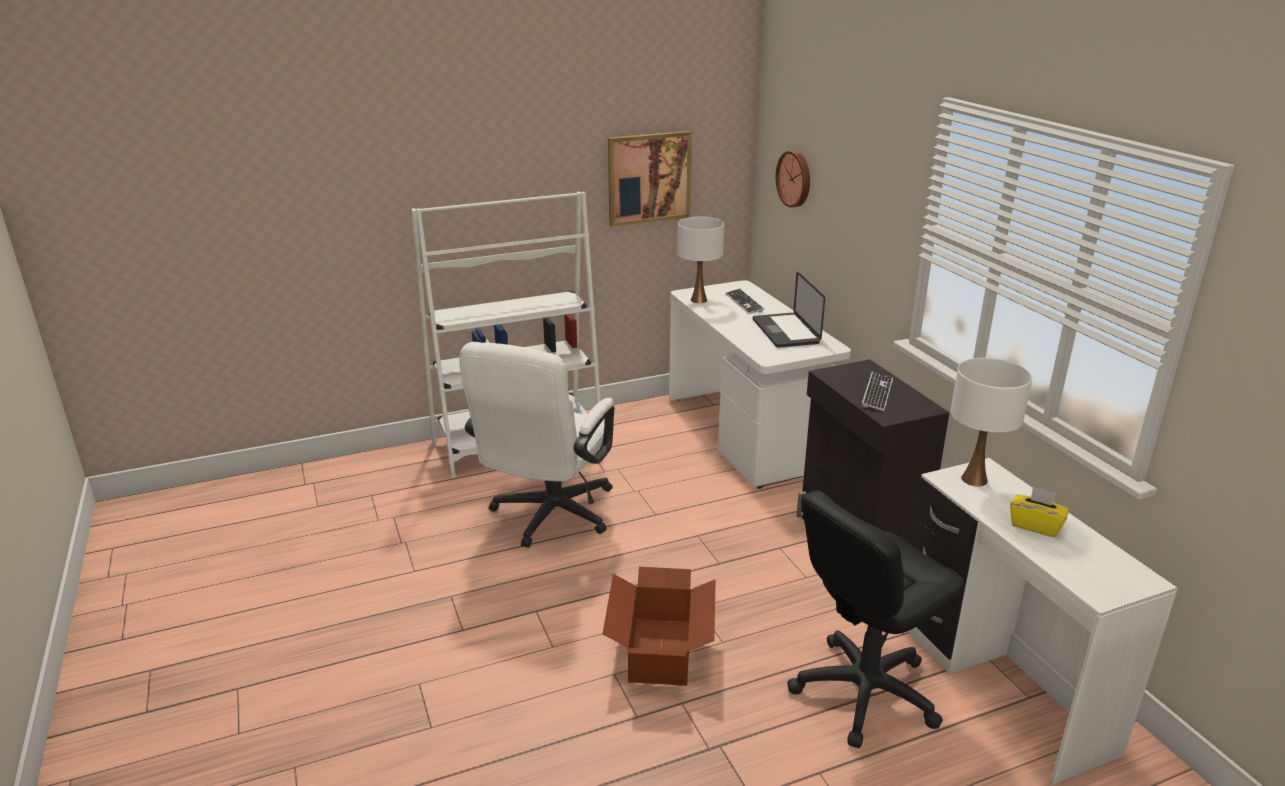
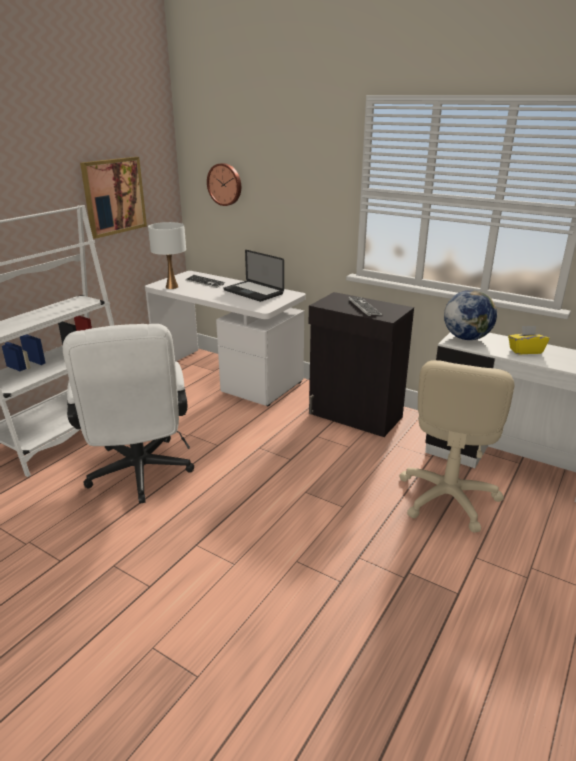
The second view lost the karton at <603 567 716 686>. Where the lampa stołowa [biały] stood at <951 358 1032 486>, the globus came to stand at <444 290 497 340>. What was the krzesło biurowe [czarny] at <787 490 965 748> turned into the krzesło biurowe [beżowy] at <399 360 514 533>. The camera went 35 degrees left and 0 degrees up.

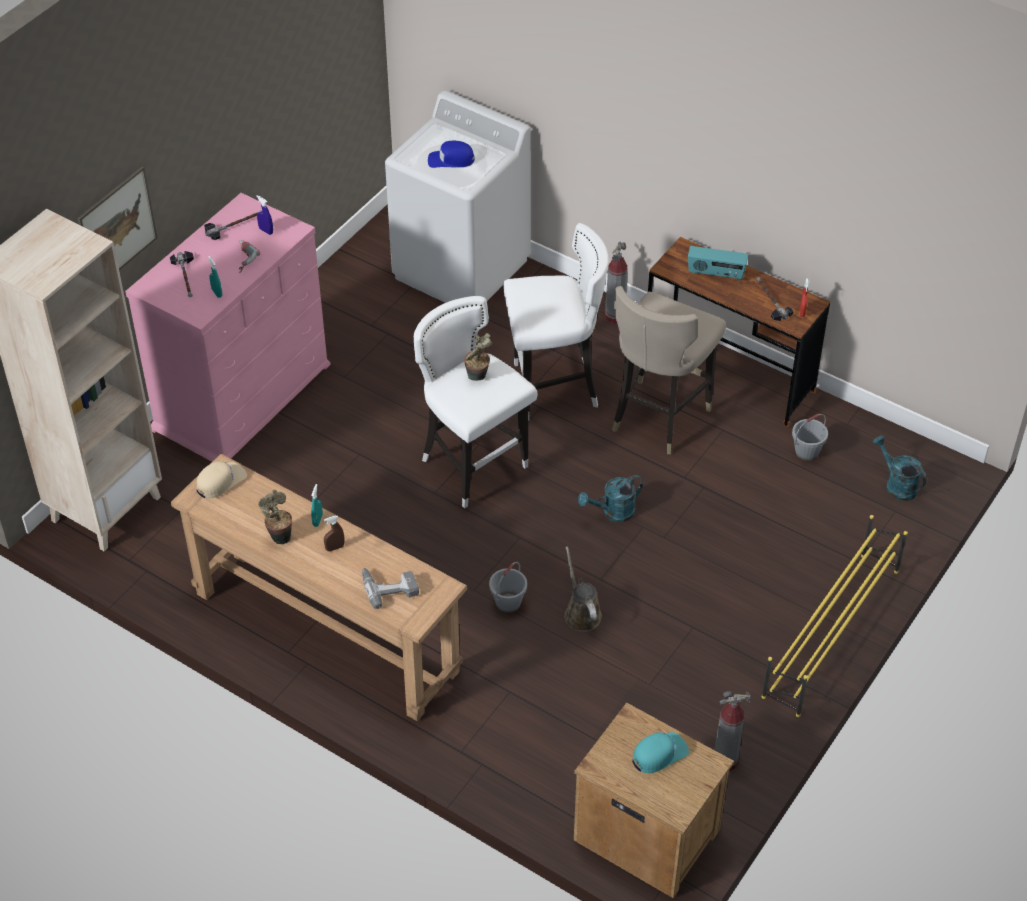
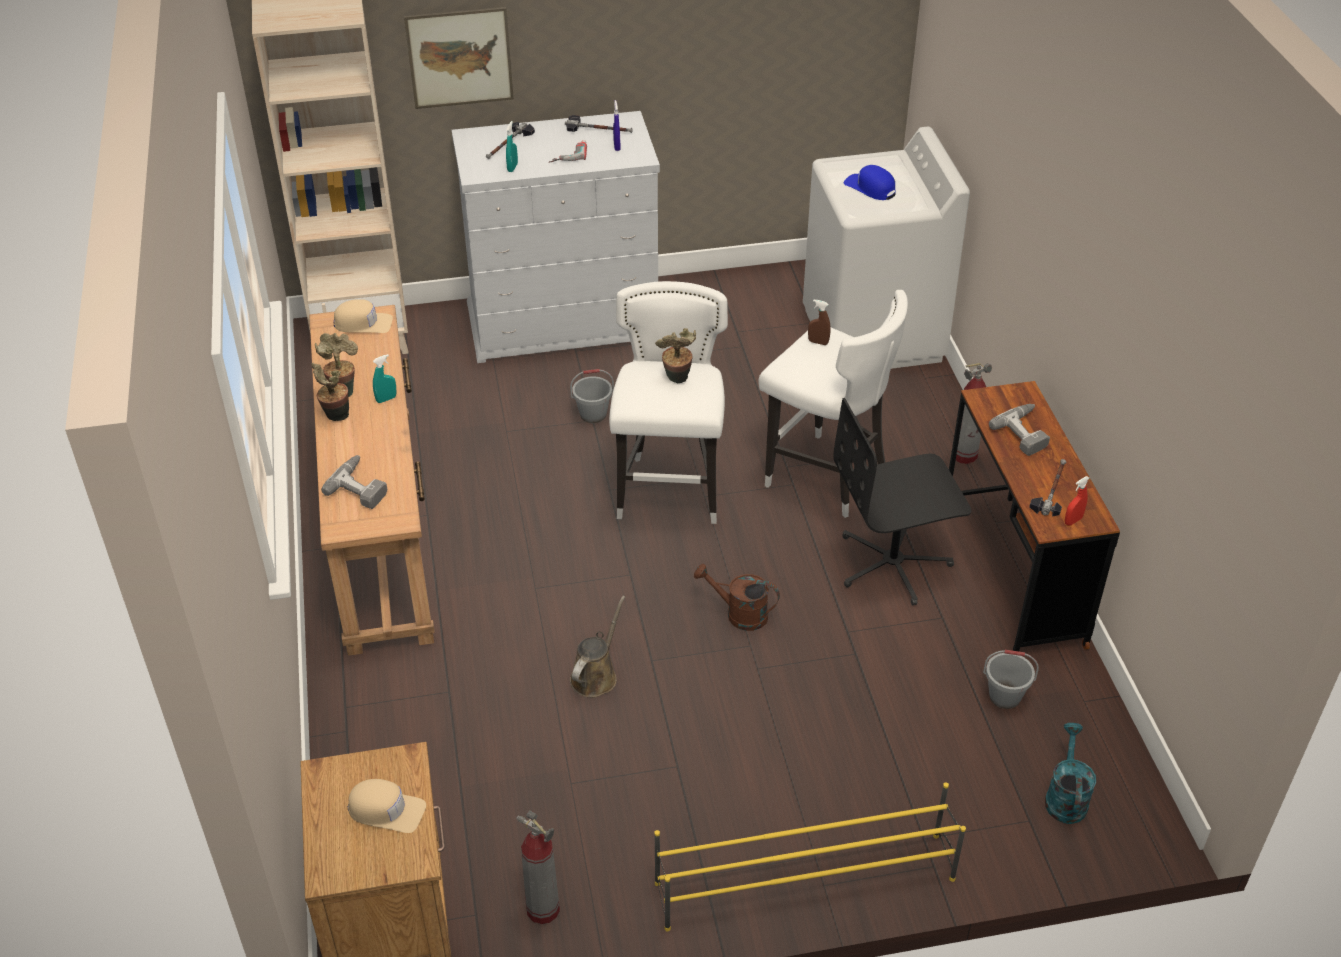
The second view gained the roślina doniczkowa at <312 363 349 421>. The spryskiwacz [brązowy] ended up elsewhere, having gone from <324 516 344 551> to <808 299 831 345>. The wiadro [szary] ended up elsewhere, having gone from <489 562 527 613> to <570 369 614 423>. Where the stołek [beżowy] stood at <612 286 726 454>, the krzesło biurowe [czarny] came to stand at <833 398 971 606>. Where the radio stood at <688 246 748 280>, the wiertarka came to stand at <989 404 1050 456>. What was the komoda [różowy] at <125 193 331 462> turned into the komoda [biały] at <452 111 660 363>. What was the konewka [turkusowy] at <578 475 643 522> turned into the konewka [brązowy] at <694 564 780 631>. What was the czapka z daszkiem [turkusowy] at <632 732 689 773> turned into the czapka z daszkiem [beżowy] at <348 779 426 833>. The camera went 45 degrees right and 5 degrees down.

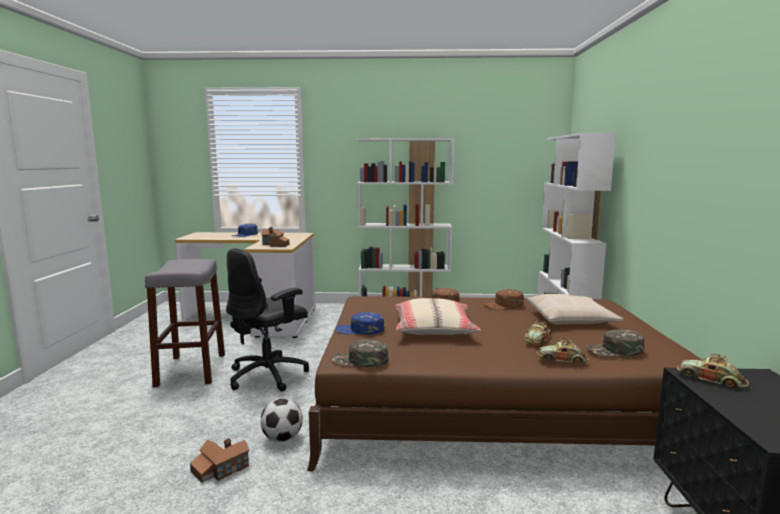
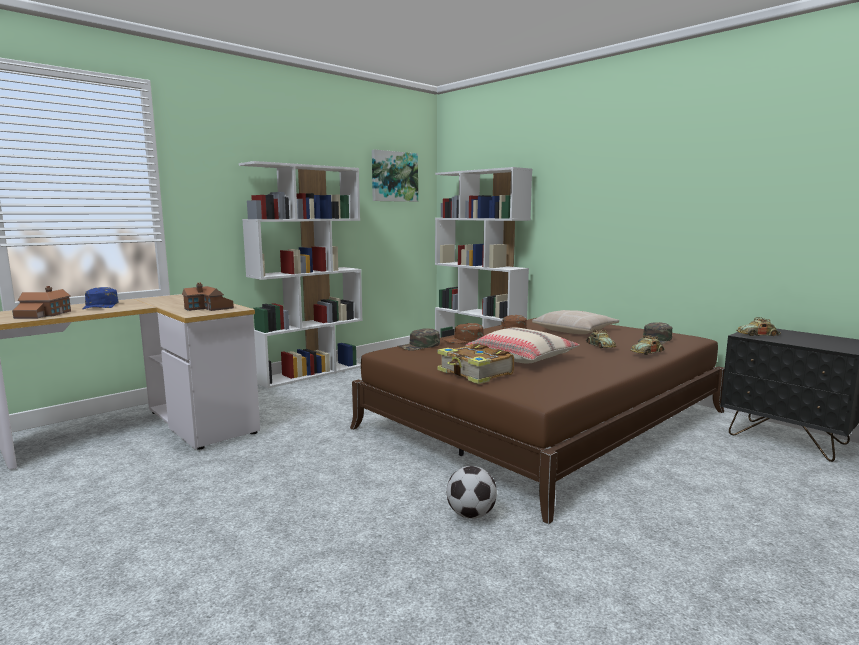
The second view lost the stołek [szary] at <145 259 225 387>. The second view lost the krzesło biurowe [czarny] at <226 248 309 391>. The second view gained the obraz at <372 149 418 202>. The domek ended up elsewhere, having gone from <190 438 250 483> to <12 286 71 319>. The czapka z daszkiem [zielony] ended up elsewhere, having gone from <332 339 389 367> to <398 328 440 351>. Where the czapka z daszkiem [niebieski] stood at <336 312 384 335>, the książka came to stand at <438 343 514 384>. The camera went 45 degrees left and 0 degrees up.

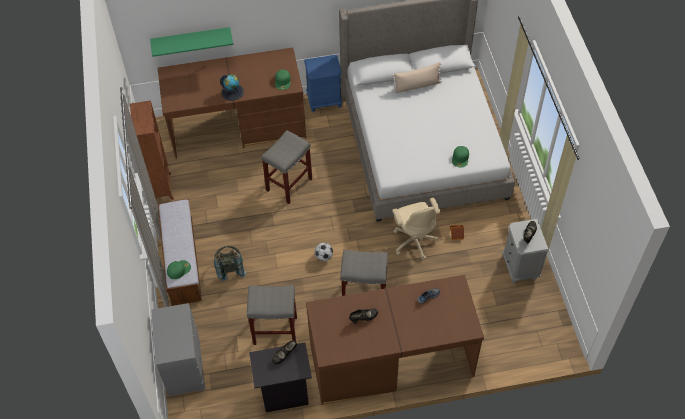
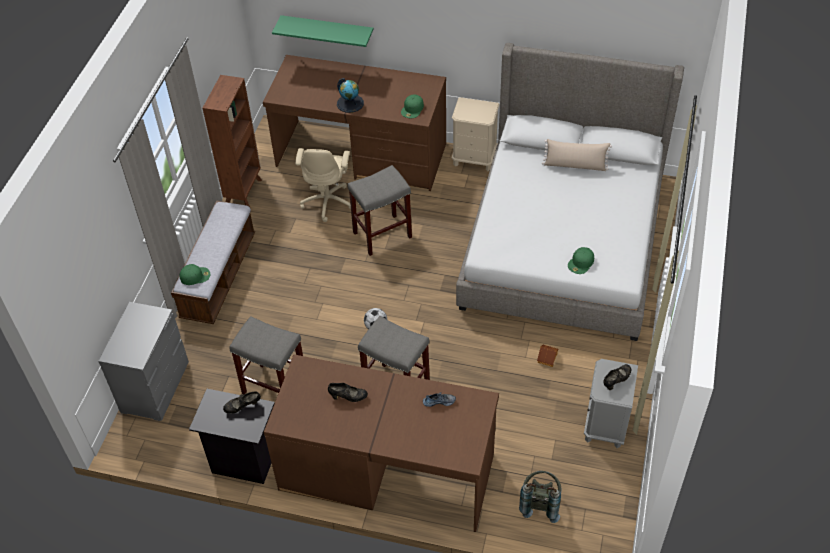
The plecak [szary] ended up elsewhere, having gone from <214 246 246 281> to <519 471 561 523>. The krzesło biurowe [beżowy] ended up elsewhere, having gone from <392 198 440 260> to <295 148 351 222>. What was the szafka nocna [niebieski] at <304 55 343 112> turned into the szafka nocna [beżowy] at <452 97 500 171>. The camera went 25 degrees right and 5 degrees down.

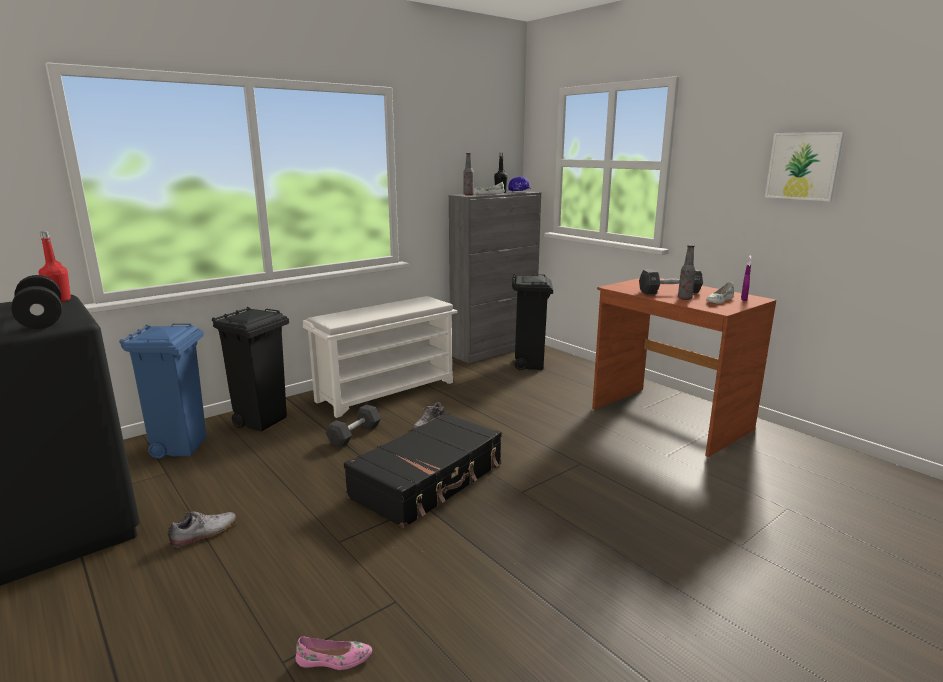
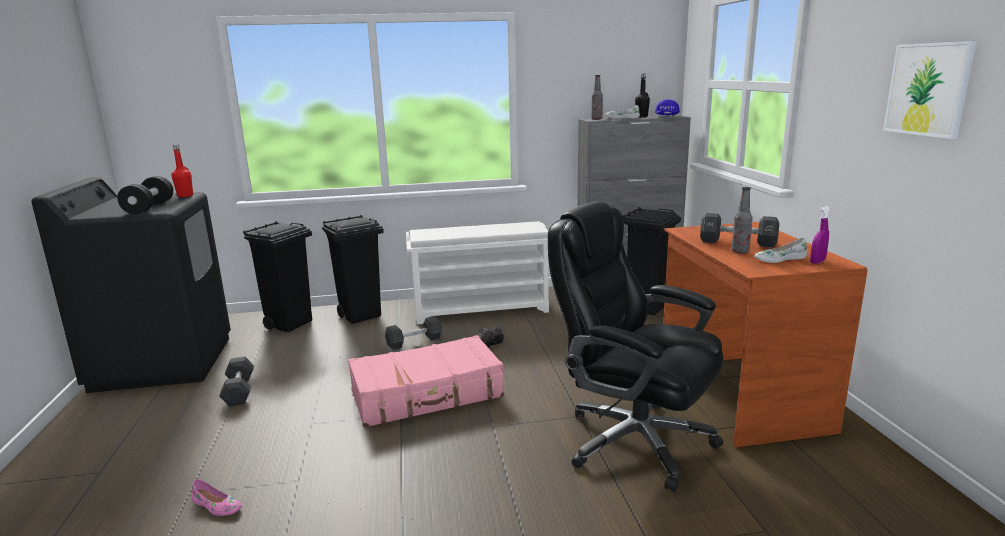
The second view gained the krzesło biurowe [czarny] at <548 201 723 492>. Where the but stood at <168 511 237 548>, the hantel [czarny] came to stand at <219 357 254 406>. What was the kosz na śmieci [niebieski] at <119 323 206 459> turned into the kosz na śmieci [czarny] at <243 221 312 332>. What was the walizka [czarny] at <344 412 502 528> turned into the walizka [różowy] at <348 335 504 428>. The camera went 30 degrees right and 0 degrees up.

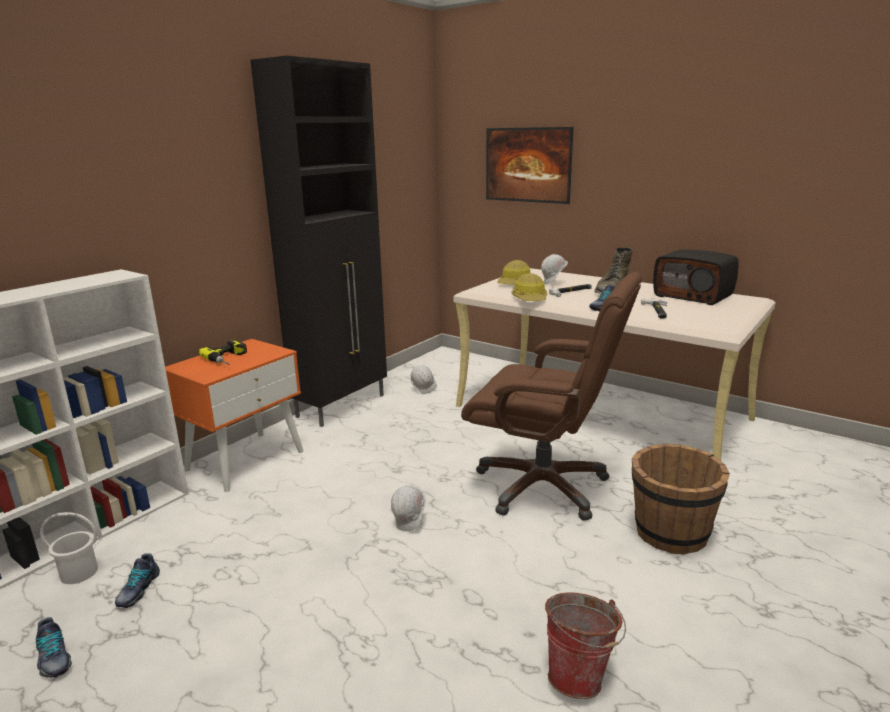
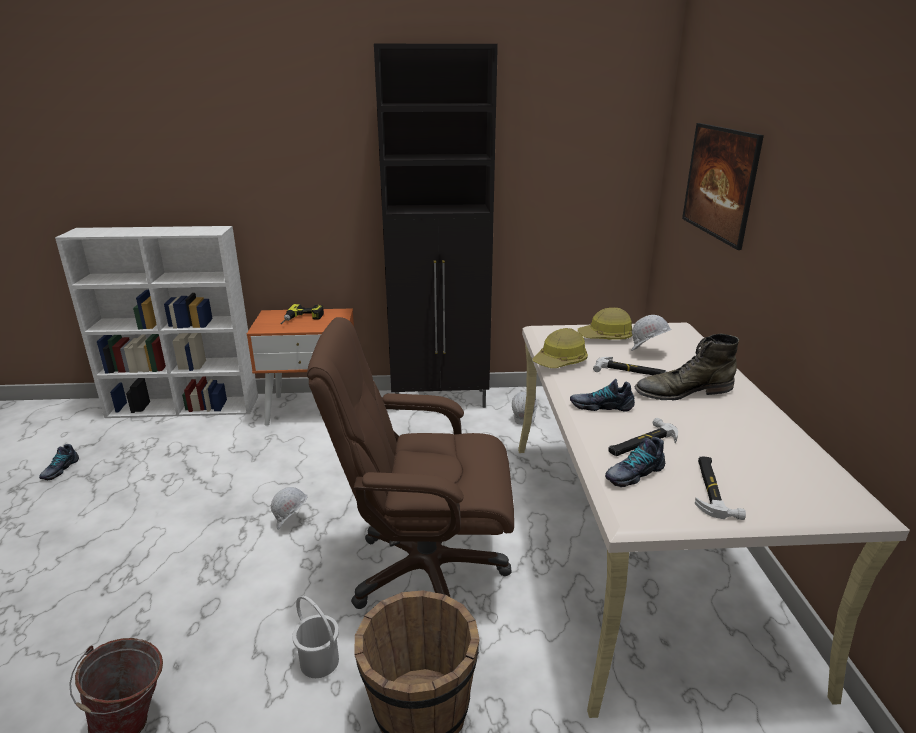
The second view lost the radio at <653 250 739 305>. The second view gained the młotek at <695 456 746 520>. The wiadro [biały] ended up elsewhere, having gone from <40 512 98 584> to <292 595 339 678>. The but ended up elsewhere, having gone from <115 553 160 608> to <605 437 665 487>. The krzesło biurowe [brązowy] at <461 272 642 521> ended up facing another way, 105 degrees clockwise from before. The camera went 50 degrees right and 5 degrees up.

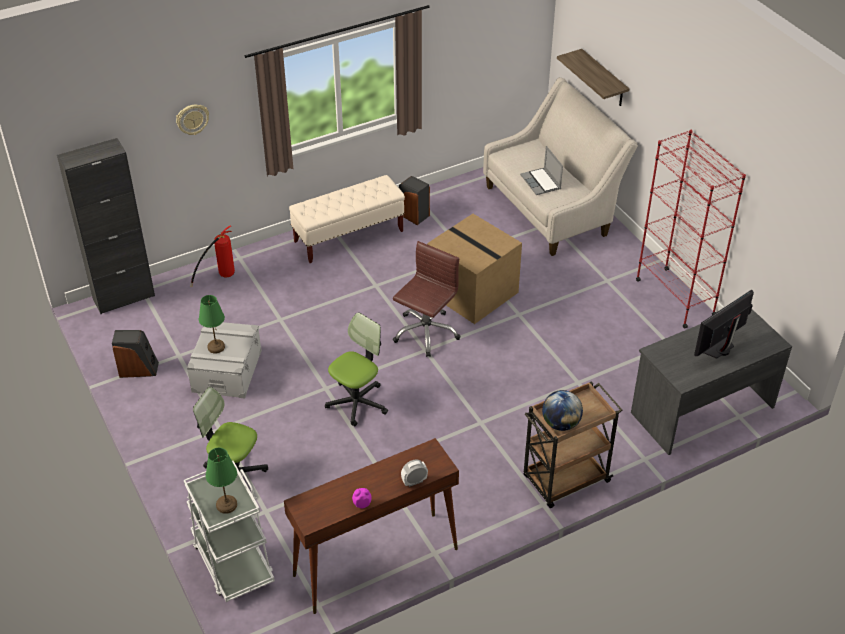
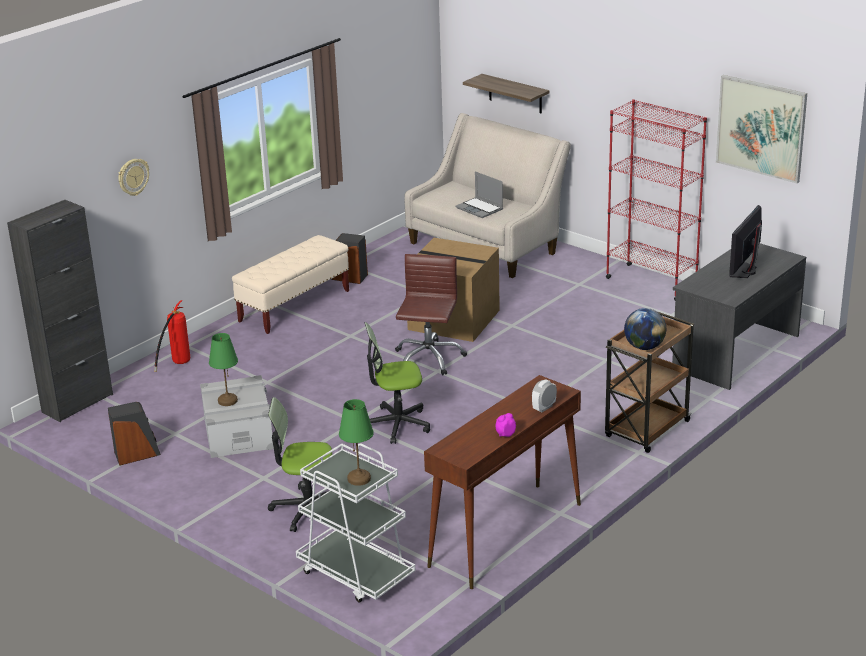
The second view gained the obraz at <716 75 807 183>. The krzesło biurowe at <325 312 388 427> ended up facing another way, 120 degrees counterclockwise from before. The camera went 20 degrees left and 15 degrees down.

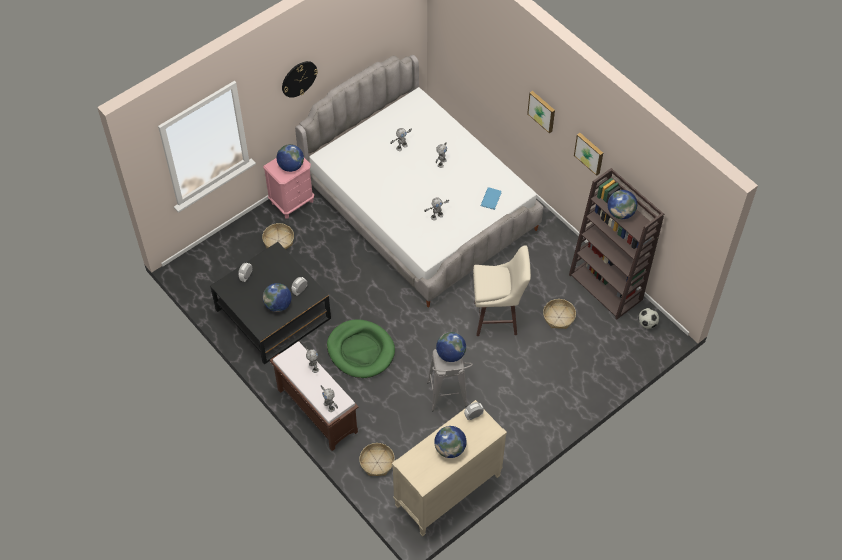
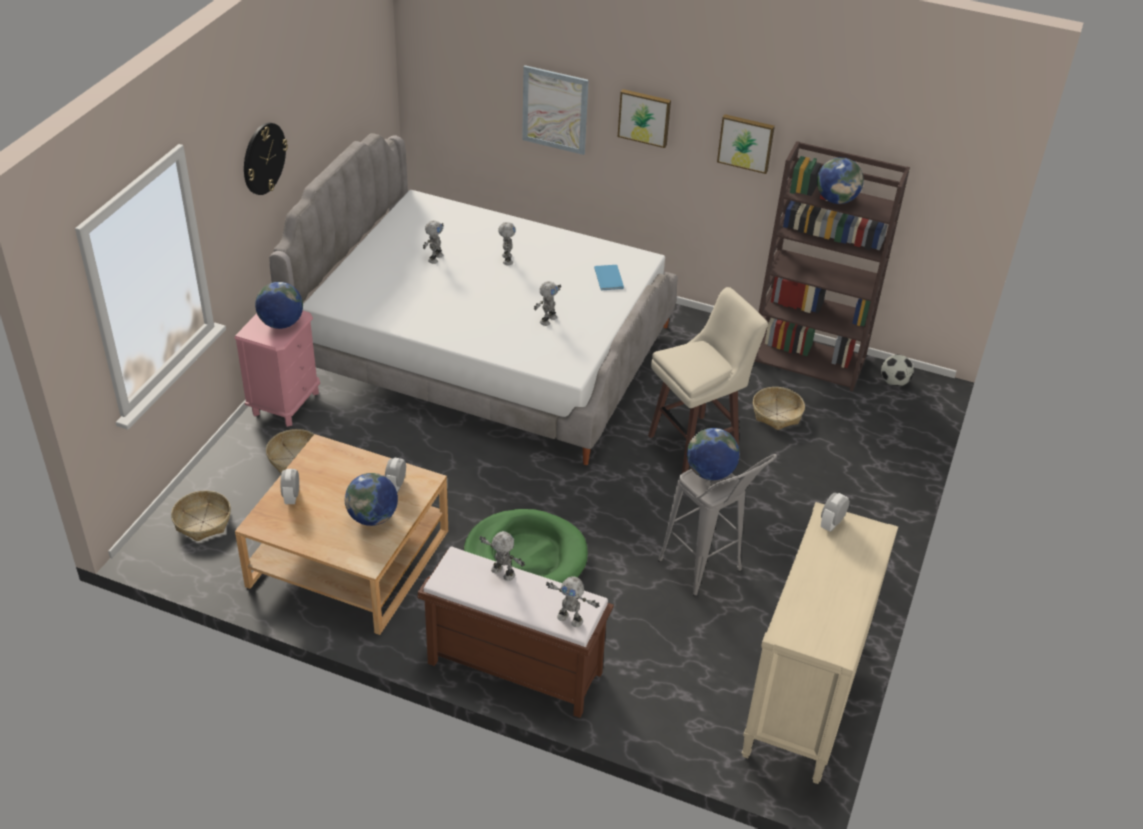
The second view lost the globus at <434 426 467 458>. The second view gained the obraz at <522 65 589 155>. The koszyk ended up elsewhere, having gone from <359 443 395 476> to <171 491 231 541>. What was the ława [czarny] at <210 242 331 365> turned into the ława [beżowy] at <235 434 448 635>. The camera went 30 degrees left and 15 degrees down.

